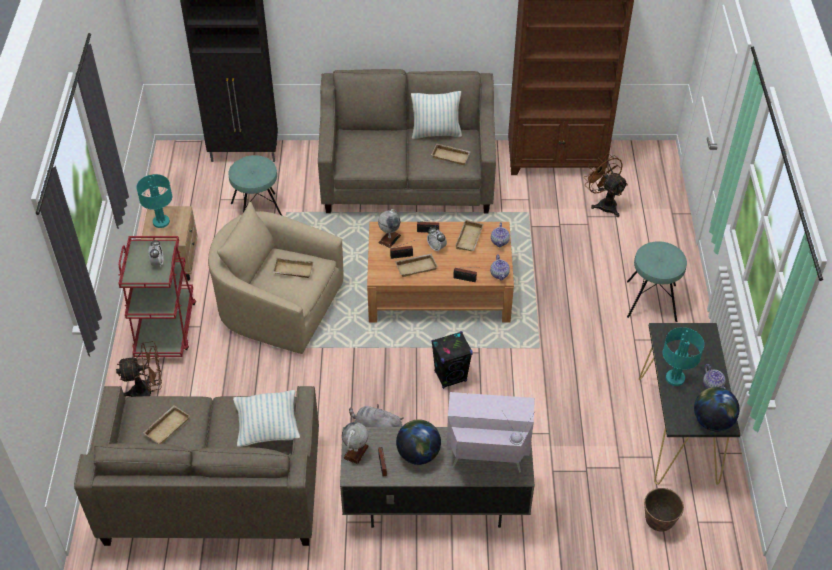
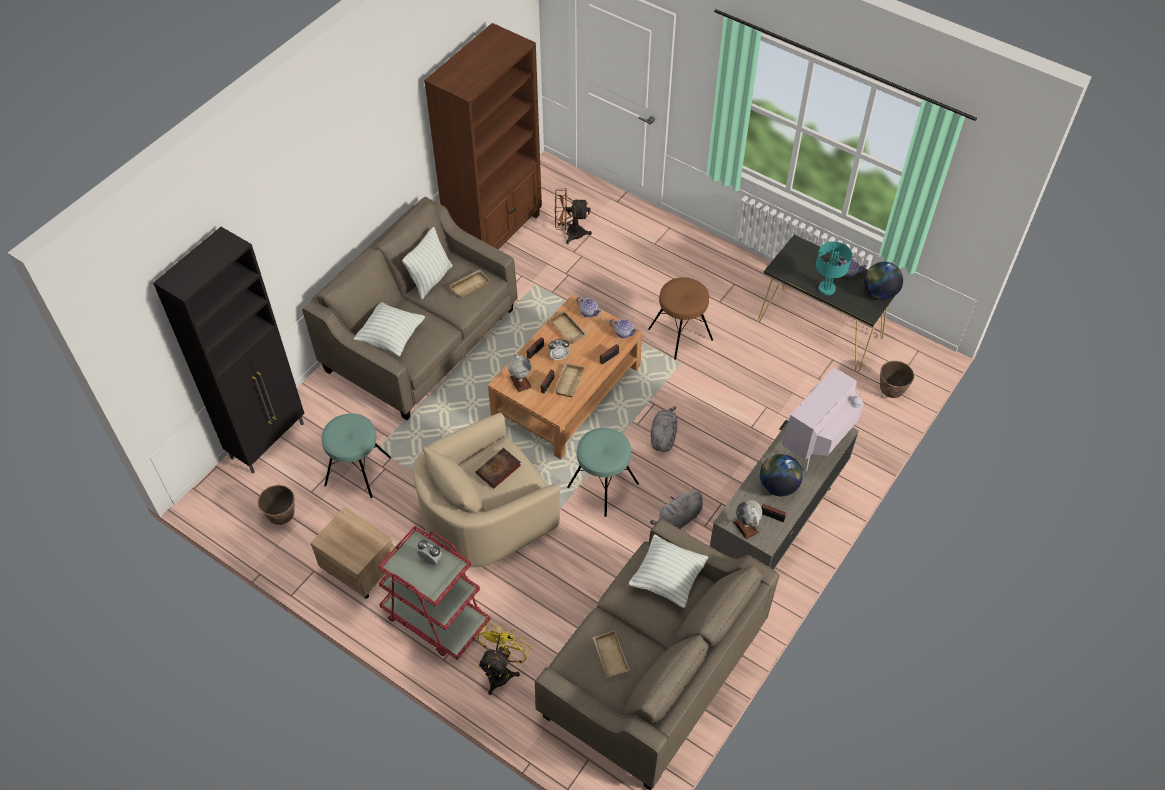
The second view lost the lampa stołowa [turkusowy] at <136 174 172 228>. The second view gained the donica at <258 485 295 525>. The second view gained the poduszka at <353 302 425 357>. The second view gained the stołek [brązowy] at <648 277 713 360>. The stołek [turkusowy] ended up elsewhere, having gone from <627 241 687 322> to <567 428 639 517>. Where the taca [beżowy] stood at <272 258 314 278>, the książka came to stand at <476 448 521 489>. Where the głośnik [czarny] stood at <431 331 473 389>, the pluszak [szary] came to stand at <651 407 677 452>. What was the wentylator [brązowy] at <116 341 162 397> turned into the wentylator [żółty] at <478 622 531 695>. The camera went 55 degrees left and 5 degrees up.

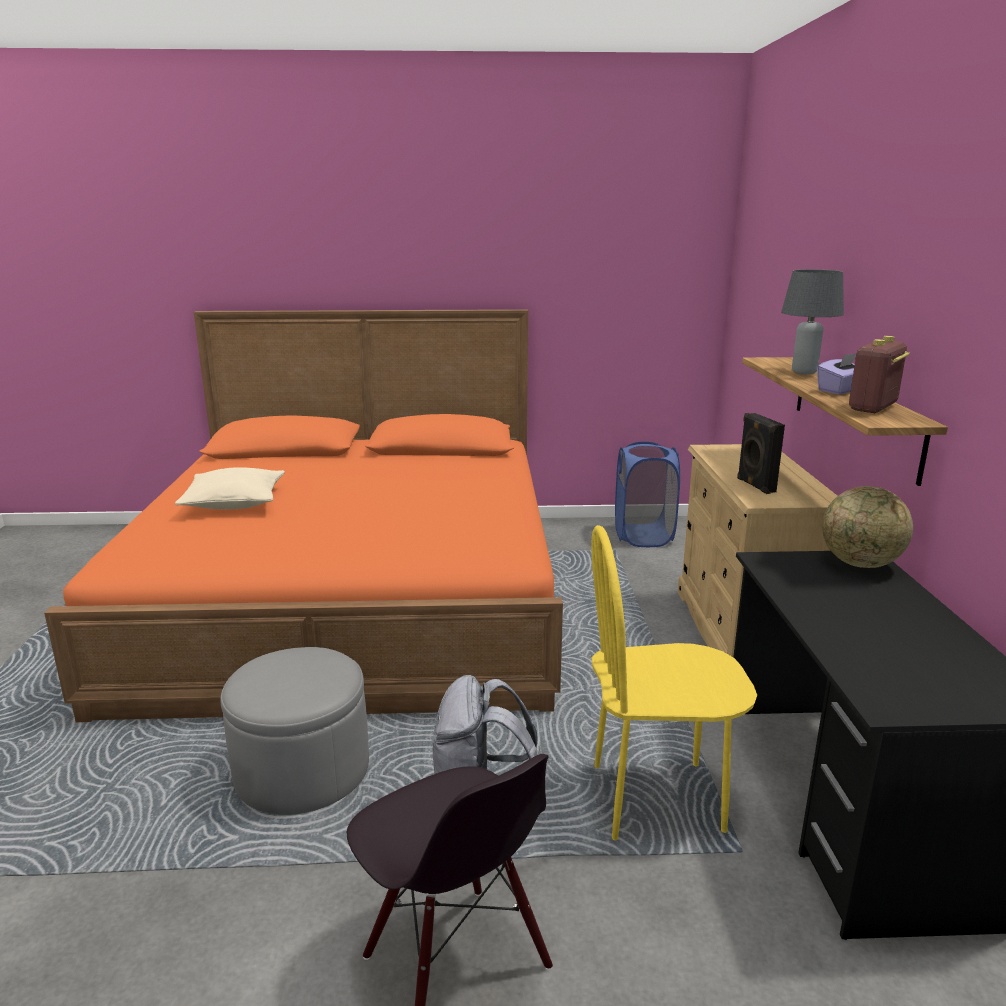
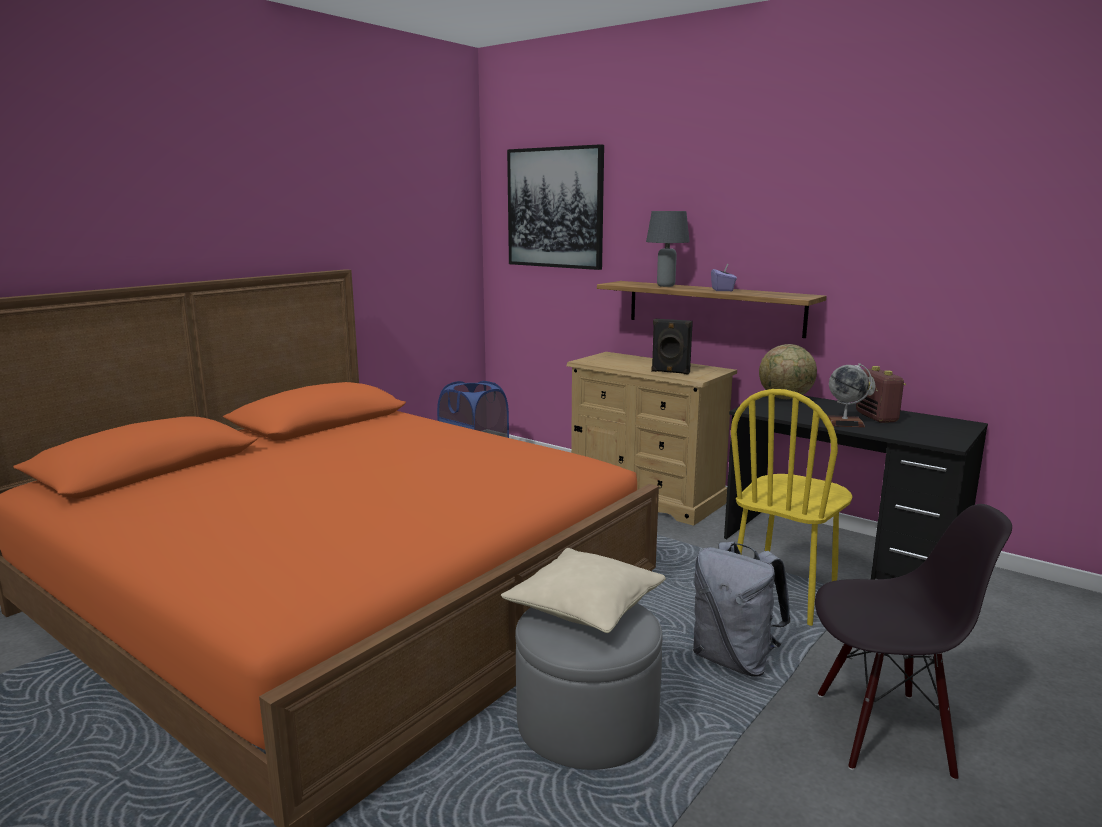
The second view gained the obraz at <507 144 604 270>. The second view gained the globus at <828 363 872 427>. The poduszka [beżowy] ended up elsewhere, having gone from <175 467 285 509> to <501 548 666 633>. The radio ended up elsewhere, having gone from <849 336 910 413> to <856 366 906 423>. The camera went 50 degrees left and 5 degrees down.

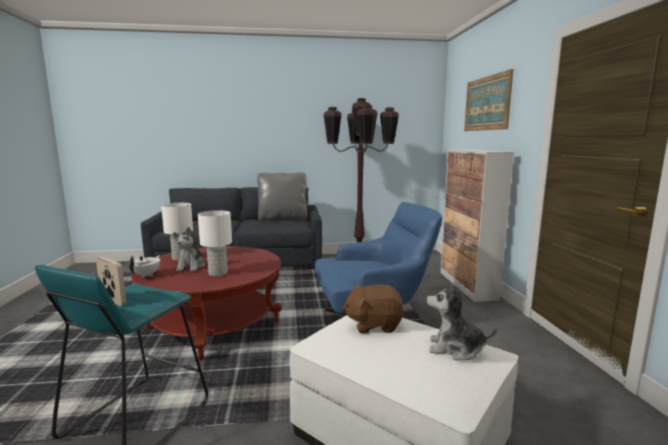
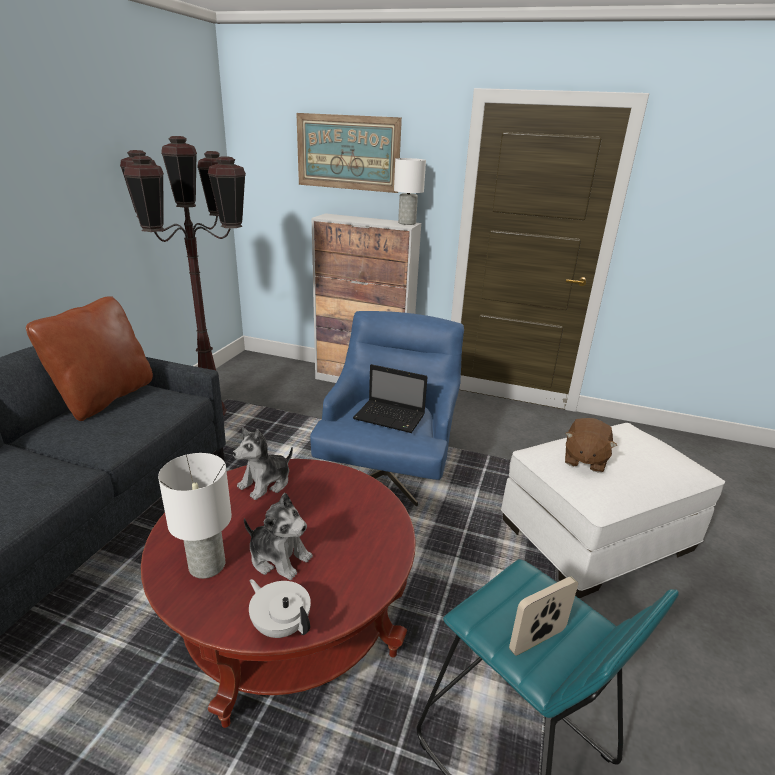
The second view gained the laptop at <353 364 428 433>. The lampa stołowa [biały] ended up elsewhere, having gone from <198 210 232 276> to <394 158 426 225>. The pluszak ended up elsewhere, having gone from <427 283 497 360> to <233 427 293 500>. What was the poduszka [szary] at <257 172 308 221> turned into the poduszka [brązowy] at <26 296 153 421>. The camera went 65 degrees left and 15 degrees up.

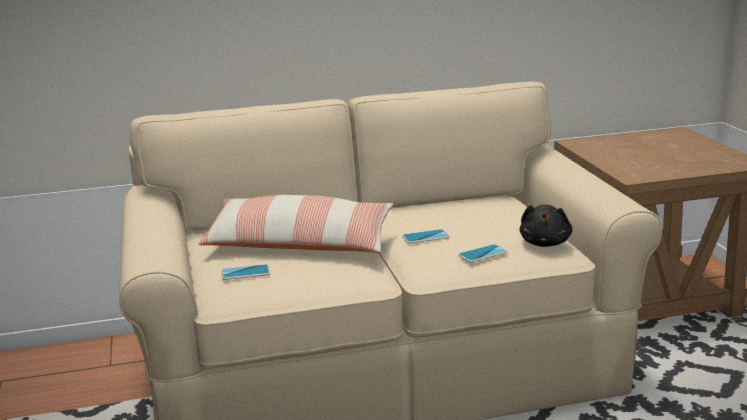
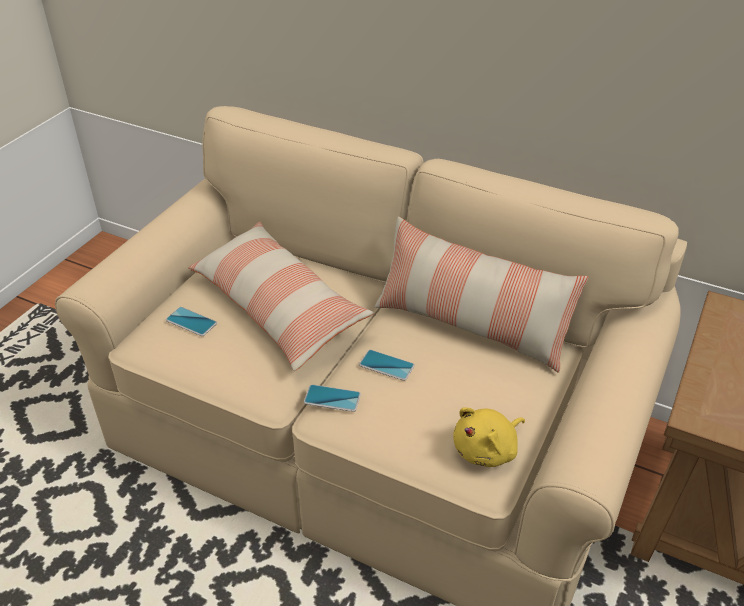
The second view gained the poduszka at <375 216 588 373>. The telefon ended up elsewhere, having gone from <458 244 507 263> to <304 384 361 412>. What was the pluszak [czarny] at <519 205 572 247> turned into the pluszak [żółty] at <453 407 525 467>. The camera went 40 degrees right and 20 degrees up.

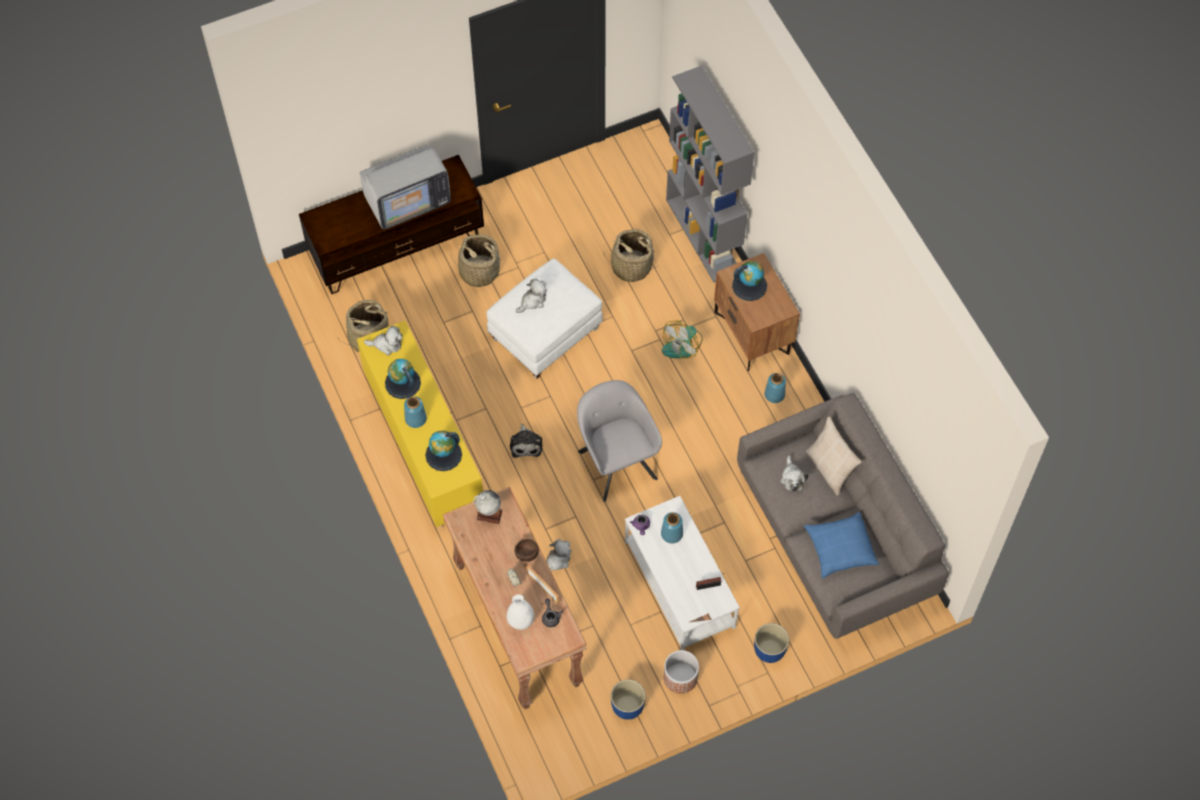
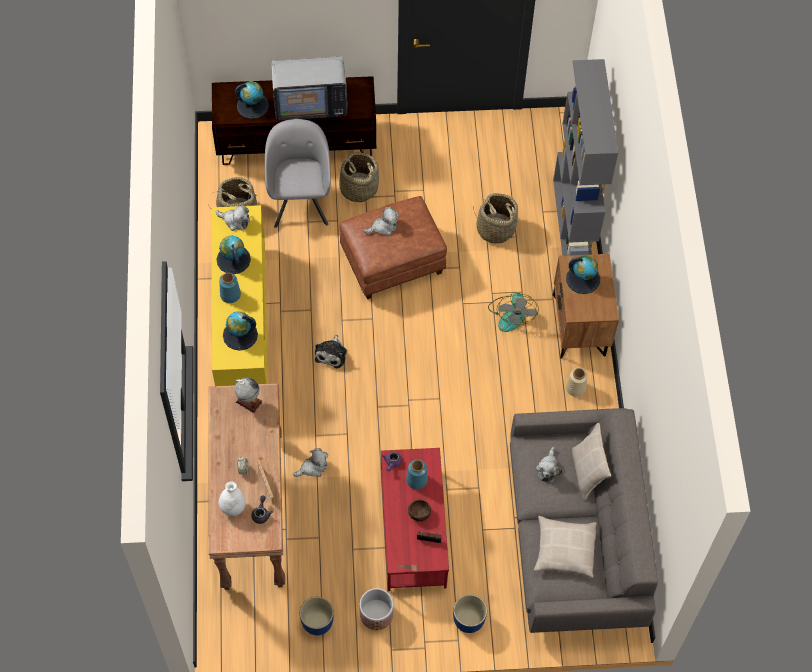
The second view gained the globus at <235 81 269 119>. The miska [brązowy] ended up elsewhere, having gone from <514 539 539 562> to <408 499 431 522>. The fotel [szary] ended up elsewhere, having gone from <577 380 662 502> to <265 119 331 228>. What was the pufa [biały] at <487 258 603 379> turned into the pufa [brązowy] at <340 196 447 299>. What was the ława [biały] at <625 496 740 650> turned into the ława [czerwony] at <381 448 449 591>. What was the wazon [niebieski] at <764 373 786 403> turned into the wazon [beżowy] at <566 368 587 397>. What was the poduszka [niebieski] at <804 512 879 578> turned into the poduszka [beżowy] at <534 516 597 578>. The wentylator at <662 321 703 358> ended up facing another way, 60 degrees counterclockwise from before. The camera went 20 degrees right and 0 degrees up.

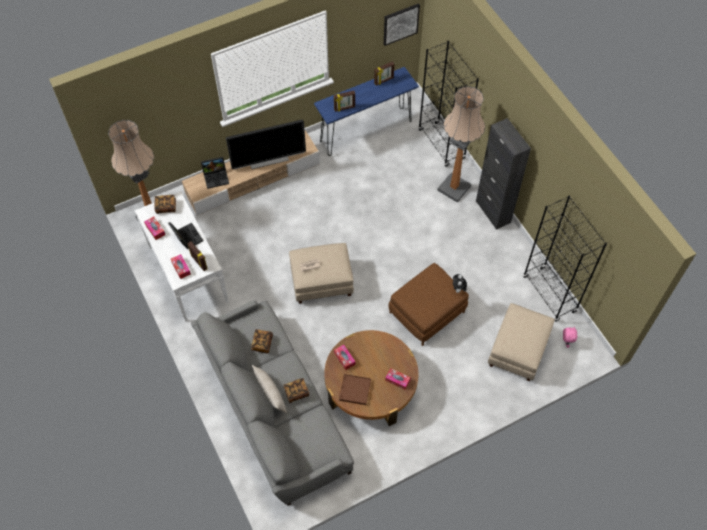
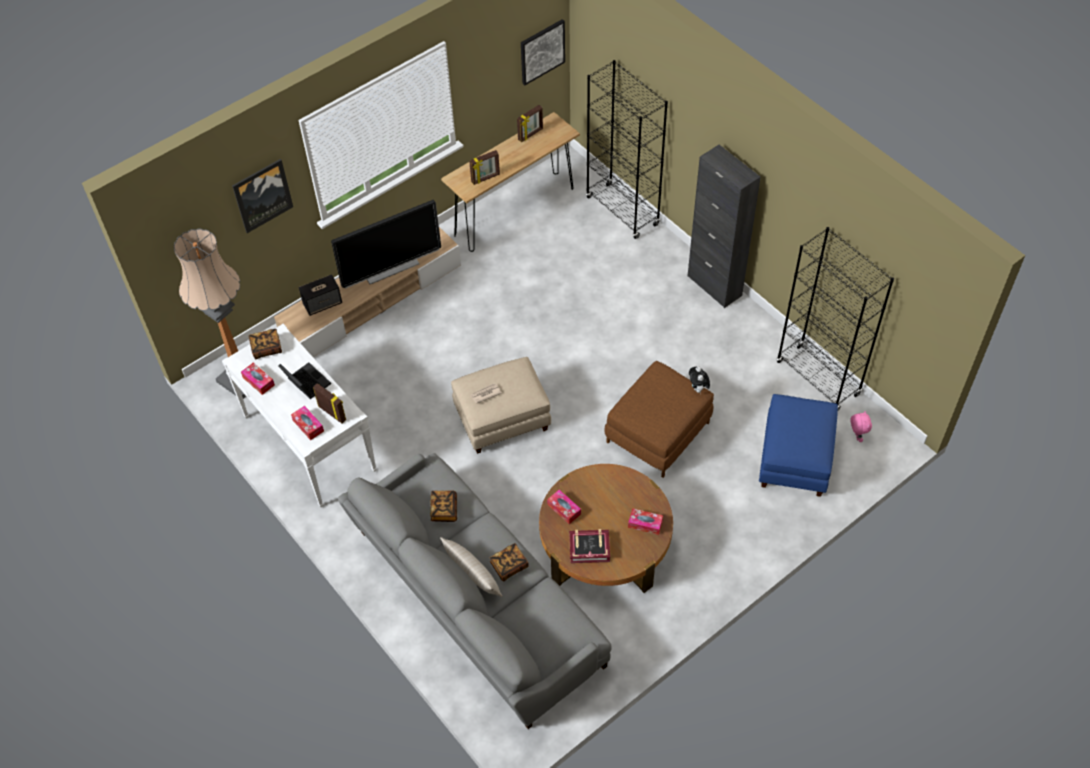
The second view lost the lampa stojąca at <437 86 485 203>. The second view gained the obraz at <232 159 293 233>. Where the laptop stood at <201 157 229 189>, the głośnik came to stand at <299 274 342 316>. Where the taca [brązowy] stood at <339 374 371 405>, the książka came to stand at <569 529 610 563>. What was the stolik konsolowy [niebieski] at <314 67 419 156> turned into the stolik konsolowy [brązowy] at <441 112 580 252>. What was the pufa [beżowy] at <488 303 555 381> turned into the pufa [niebieski] at <759 394 838 497>. The camera went 10 degrees left and 5 degrees down.

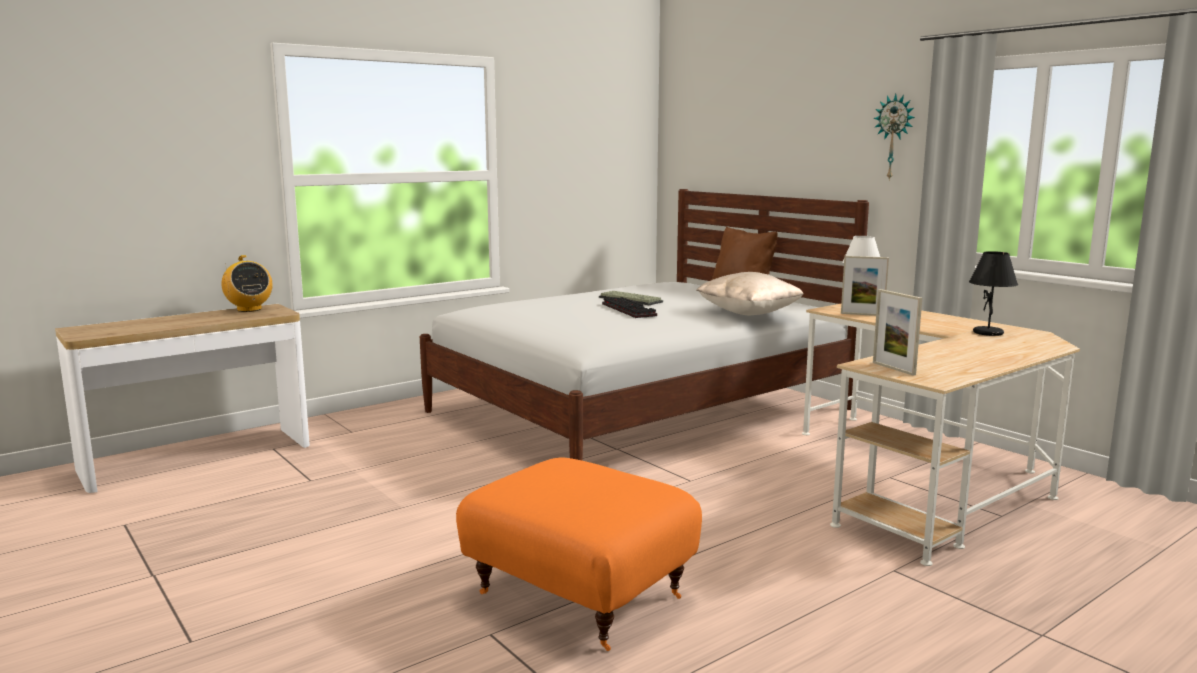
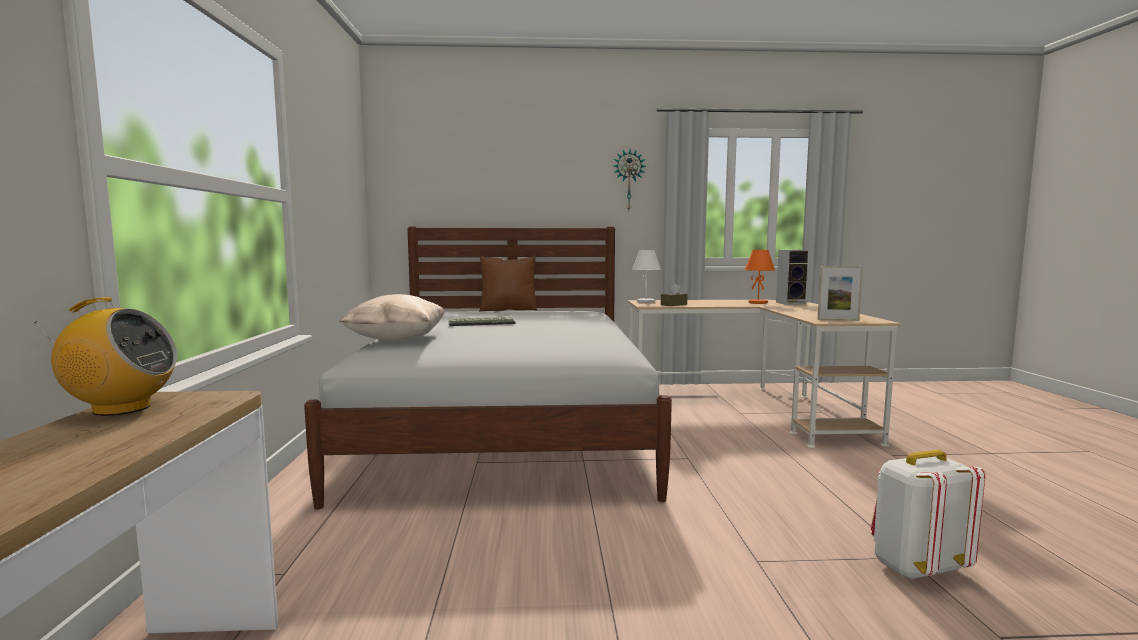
The second view lost the klawiatura at <602 297 657 318>. The second view gained the głośnik at <776 250 810 305>. The poduszka [beżowy] ended up elsewhere, having gone from <696 272 804 316> to <339 294 445 342>. Where the pufa [pomarańczowy] stood at <456 458 702 651>, the plecak [biały] came to stand at <871 450 985 580>. Where the ramka na zdjęcie stood at <841 256 889 316>, the pudełko chusteczek [brązowy] came to stand at <661 284 687 306>. What was the lampa stołowa [czarny] at <969 251 1018 336> turned into the lampa stołowa [pomarańczowy] at <744 250 775 304>. The camera went 55 degrees left and 5 degrees down.

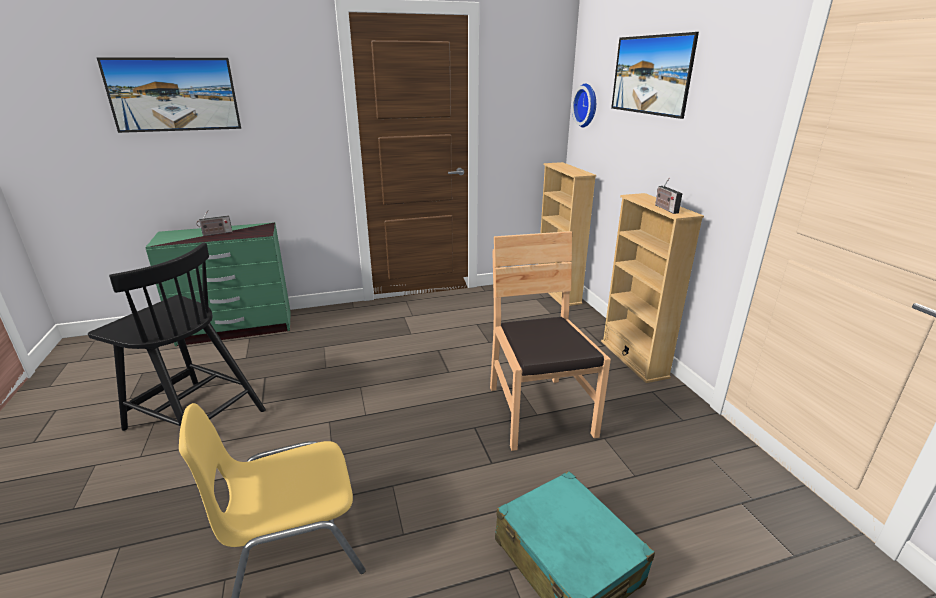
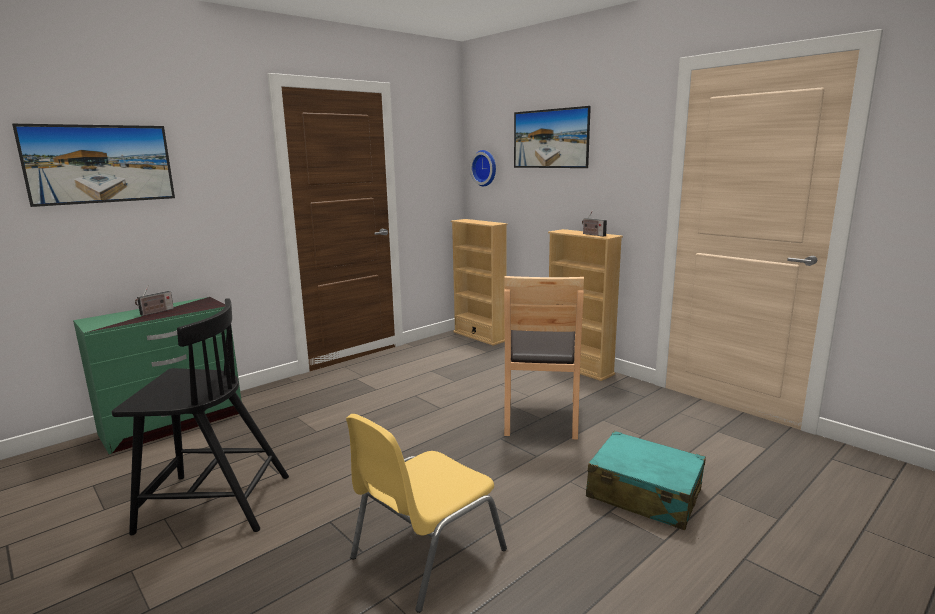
The krzesło [brązowy] at <490 231 611 451> ended up facing another way, 135 degrees counterclockwise from before. The camera went 25 degrees left and 10 degrees down.

